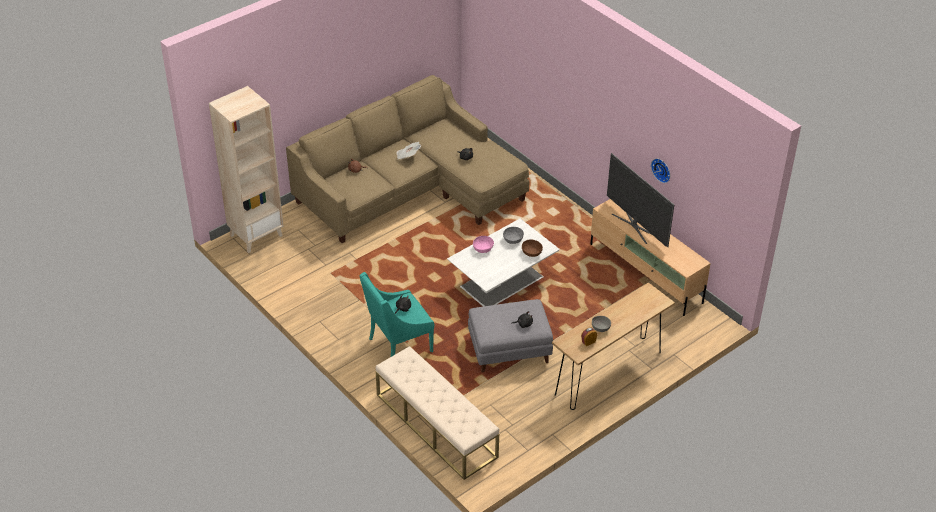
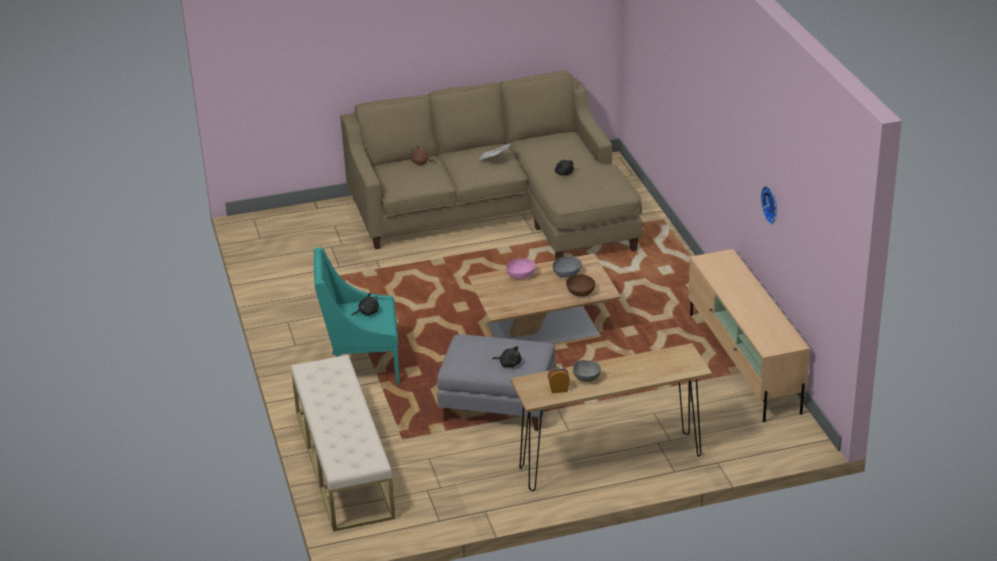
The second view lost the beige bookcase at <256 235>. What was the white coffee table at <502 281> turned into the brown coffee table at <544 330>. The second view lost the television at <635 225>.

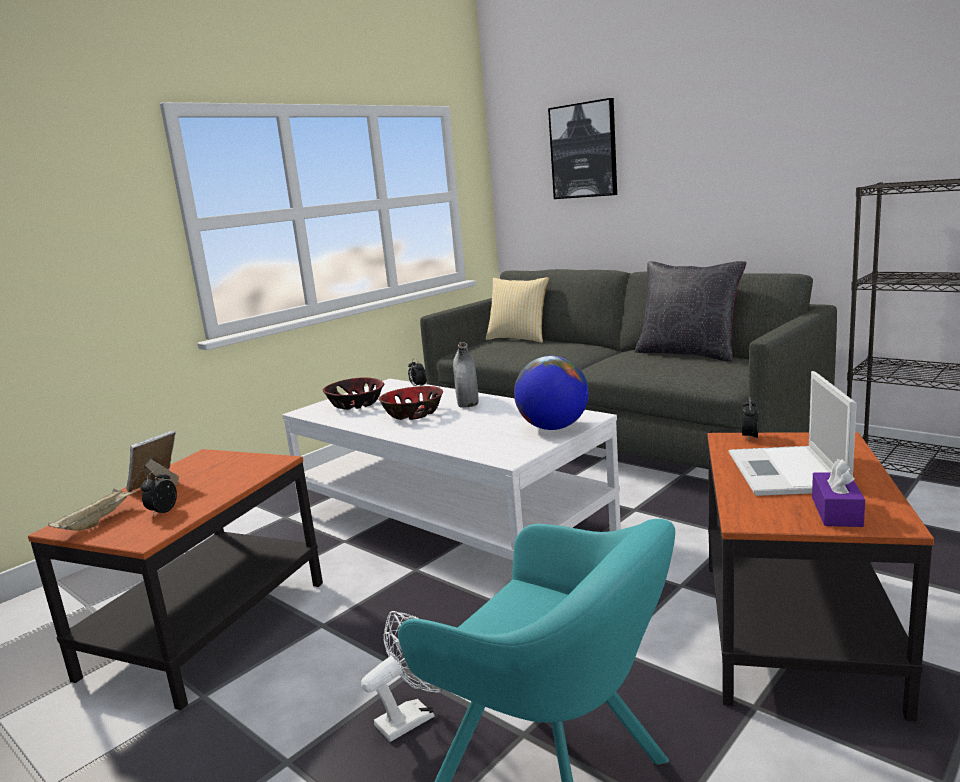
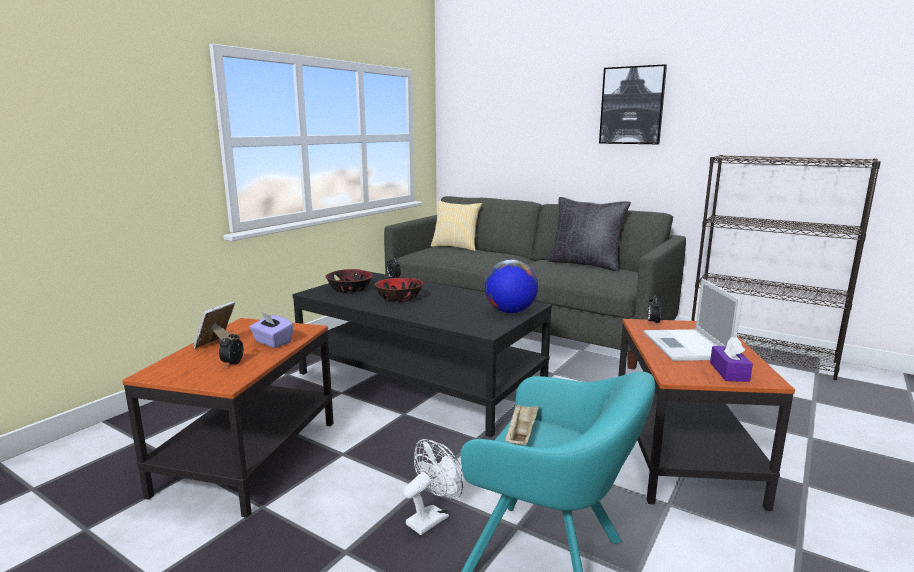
The beige tray ended up elsewhere, having gone from <97 521> to <521 435>. What was the white coffee table at <450 522> turned into the black coffee table at <420 380>. The second view lost the grey vase at <467 401>. The picture ended up elsewhere, having gone from <584 150> to <632 105>. The second view gained the purple tissue box at <272 342>.

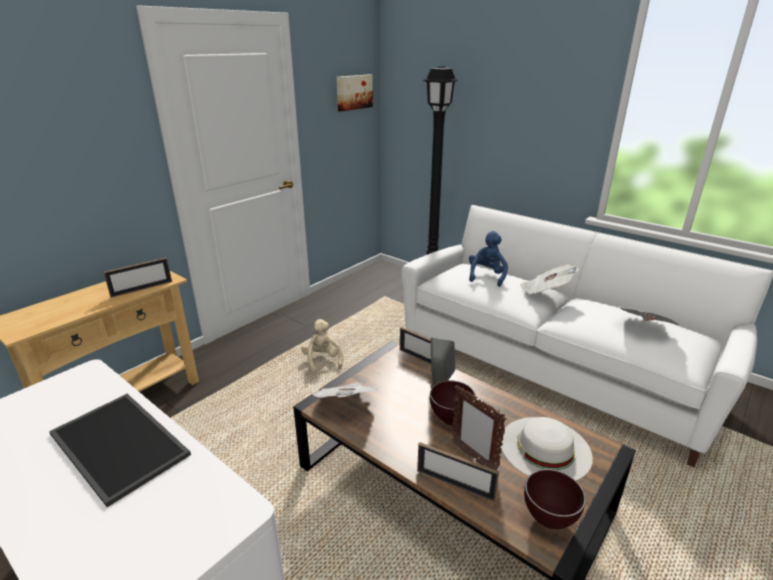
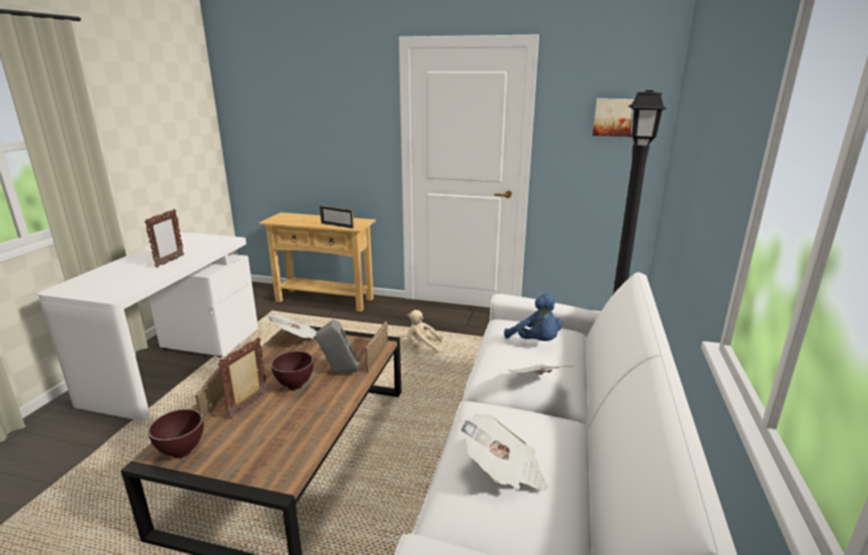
Where the tray stood at <116 445>, the picture frame came to stand at <170 261>. The beige plush toy at <322 361> ended up facing another way, 135 degrees counterclockwise from before. The blue plush toy at <486 276> ended up facing another way, 60 degrees clockwise from before. The second view lost the white hat at <545 448>.

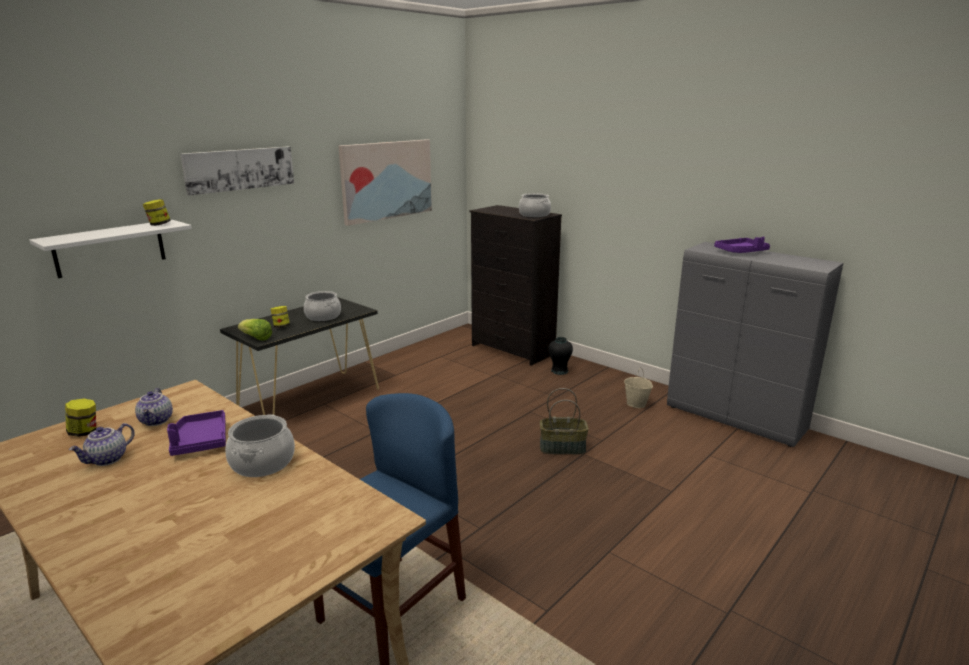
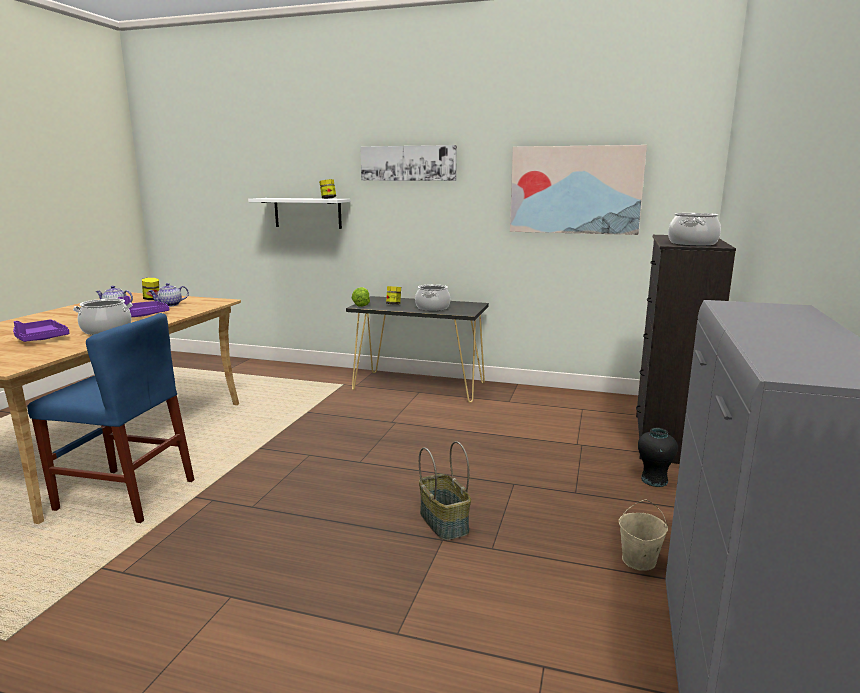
The purple tray ended up elsewhere, having gone from <741 252> to <39 338>.

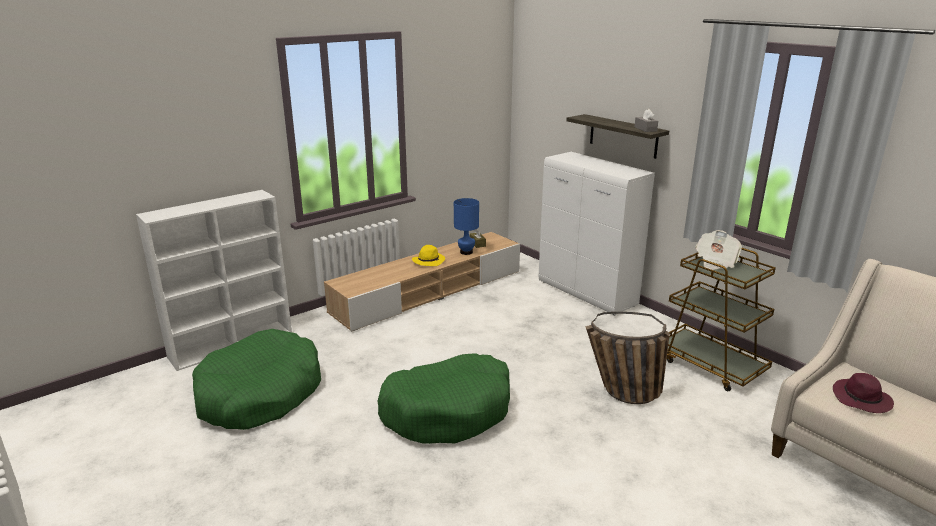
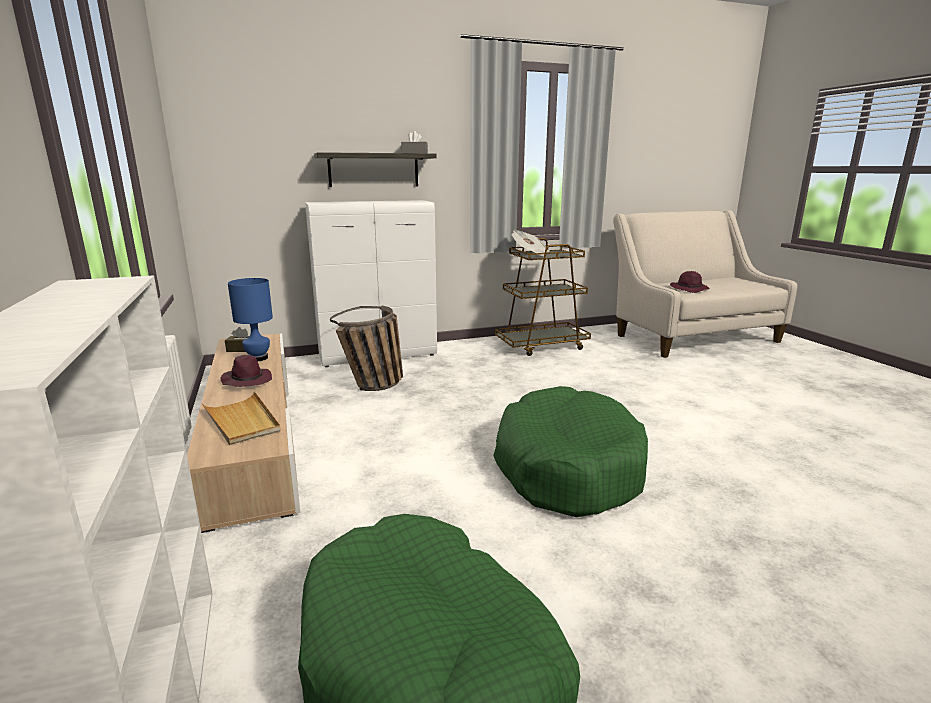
What was the yellow hat at <429 261> turned into the purple hat at <247 381>. The basket ended up elsewhere, having gone from <621 394> to <375 386>. The second view gained the beige tray at <242 421>.

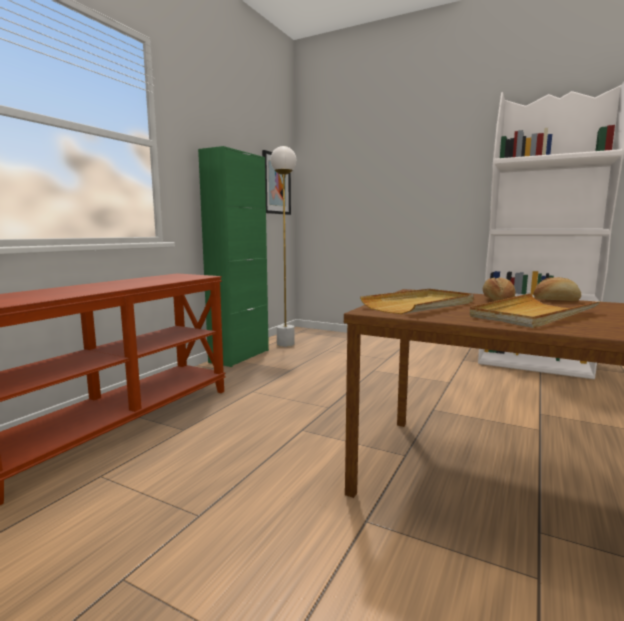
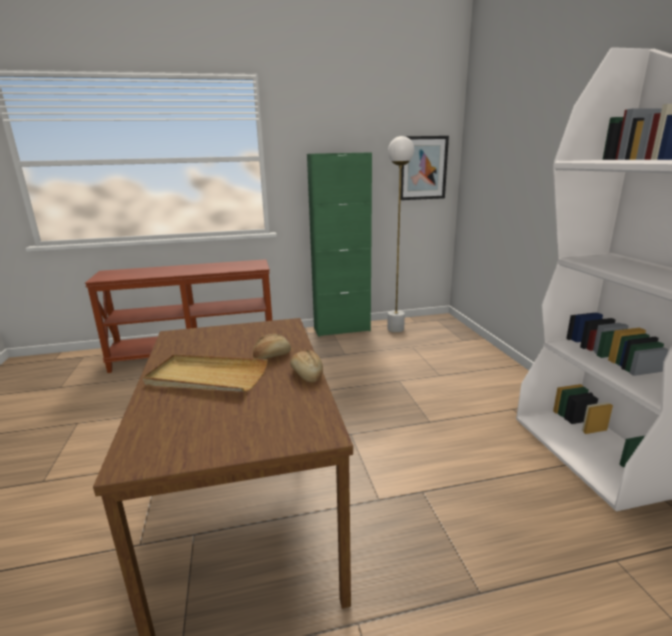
The second view lost the beige tray at <420 305>.

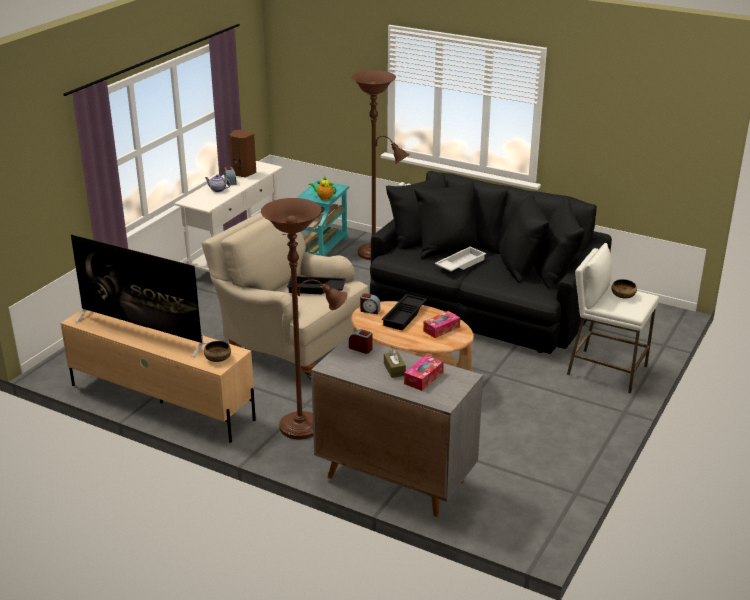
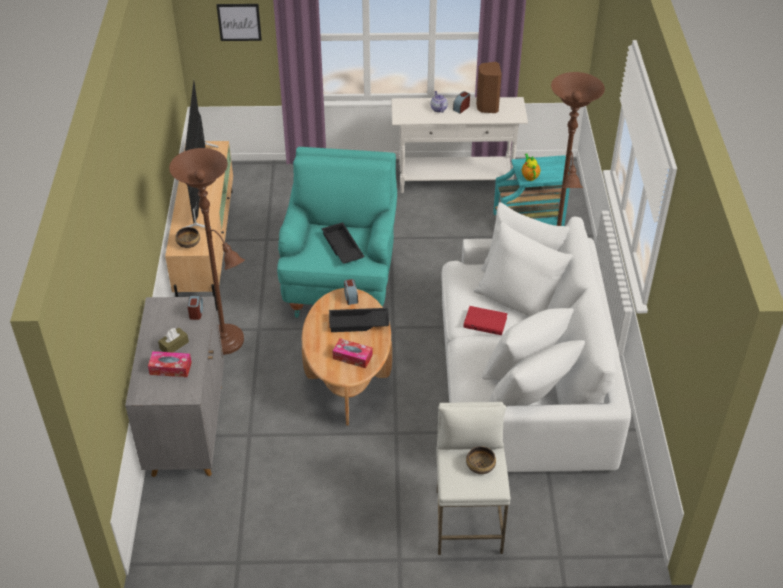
What was the beige armchair at <290 345> turned into the turquoise armchair at <341 279>. What was the black sofa at <485 304> turned into the white sofa at <524 379>. Where the white tray stood at <460 264>, the red book came to stand at <485 322>. The second view gained the picture at <239 22>.

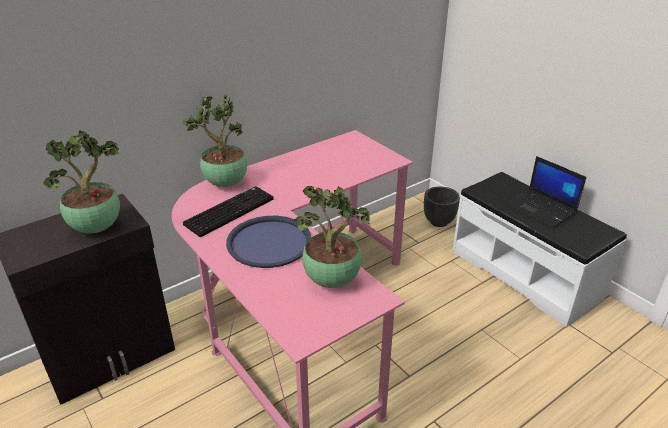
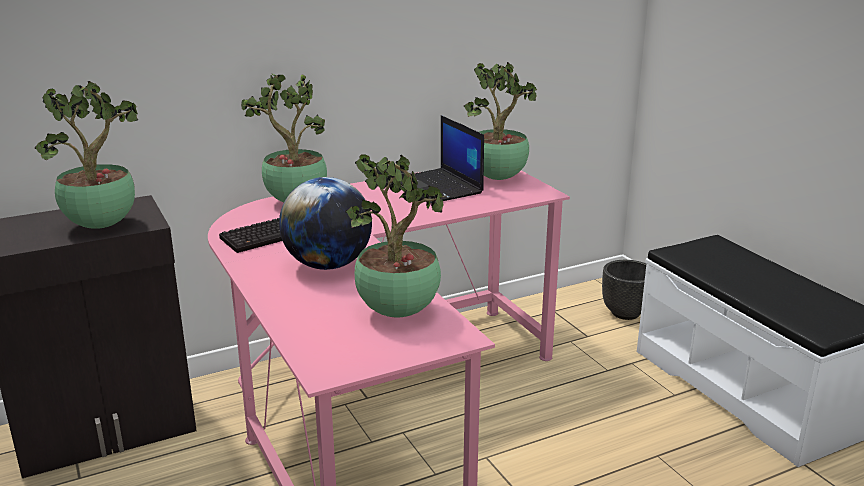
Where the blue tray stood at <269 242>, the globe came to stand at <328 265>. The laptop ended up elsewhere, having gone from <542 208> to <439 187>. The second view gained the potted plant at <499 178>.

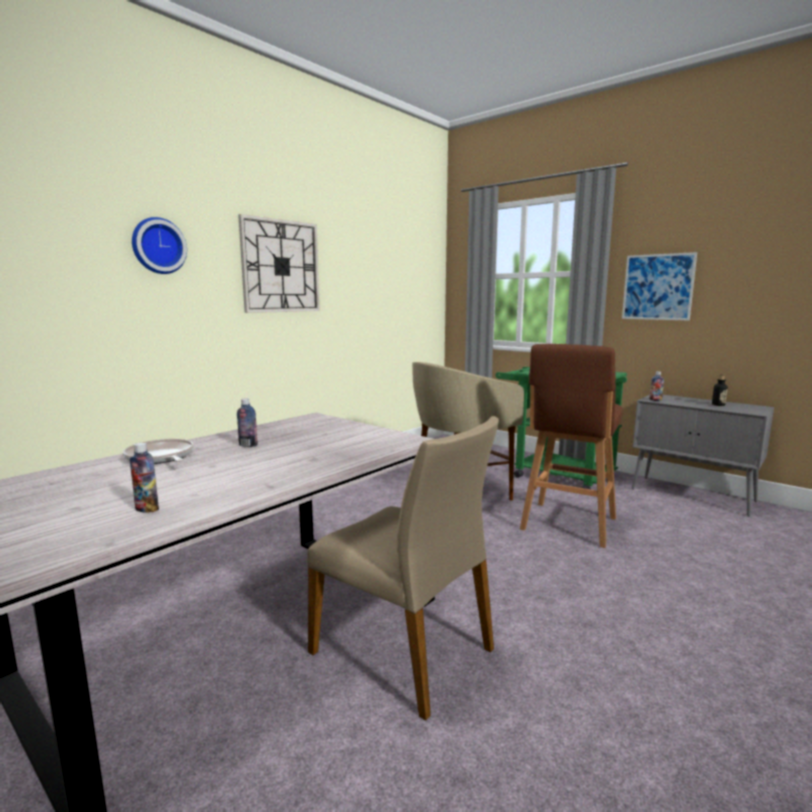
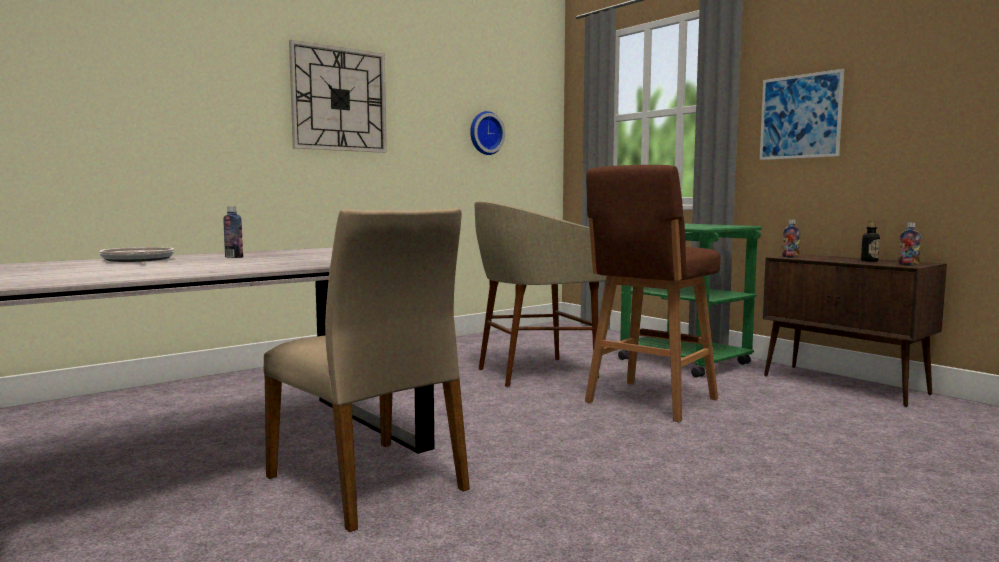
The bottle ended up elsewhere, having gone from <147 509> to <908 265>. The wall clock ended up elsewhere, having gone from <158 246> to <485 133>. What was the grey cabinet at <693 495> turned into the brown cabinet at <845 385>.

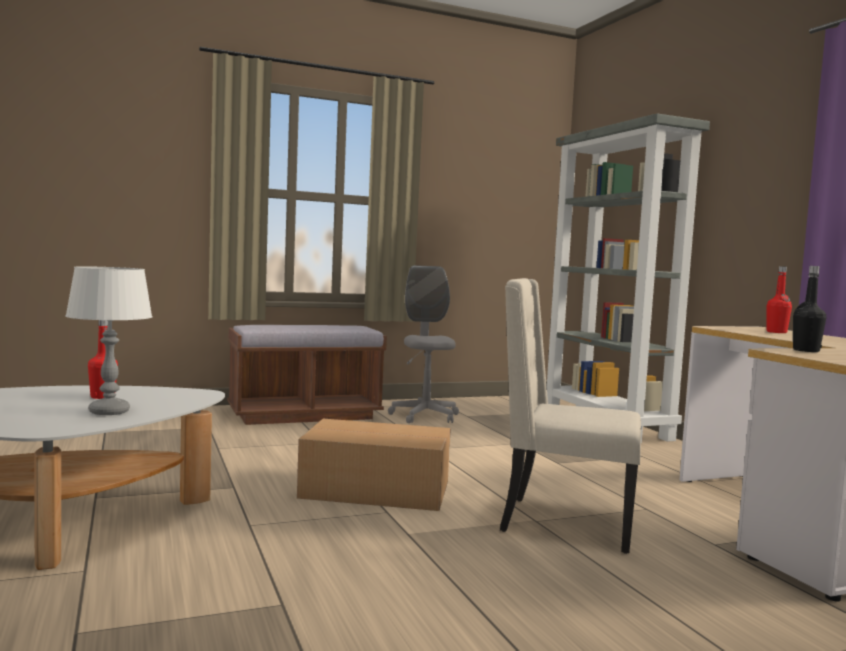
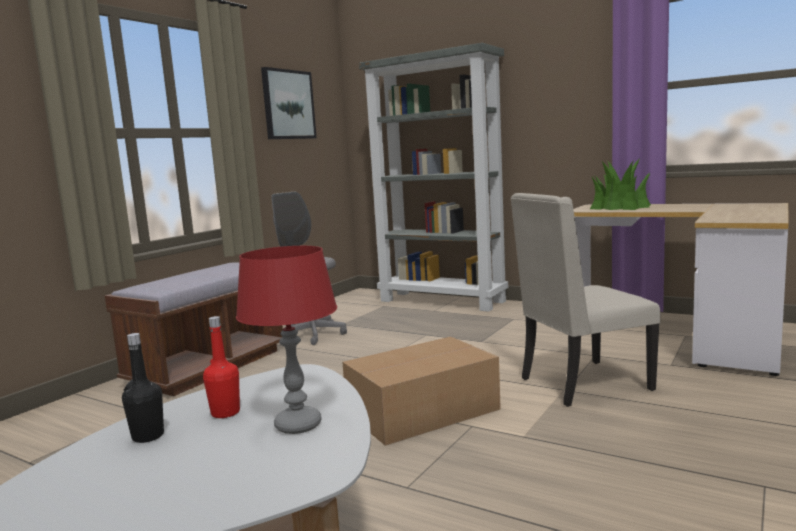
What was the white table lamp at <109 411> turned into the red table lamp at <297 425>. Where the red bottle stood at <776 332>, the potted plant came to stand at <620 207>. The black bottle ended up elsewhere, having gone from <806 350> to <148 436>. The second view gained the picture at <288 104>.

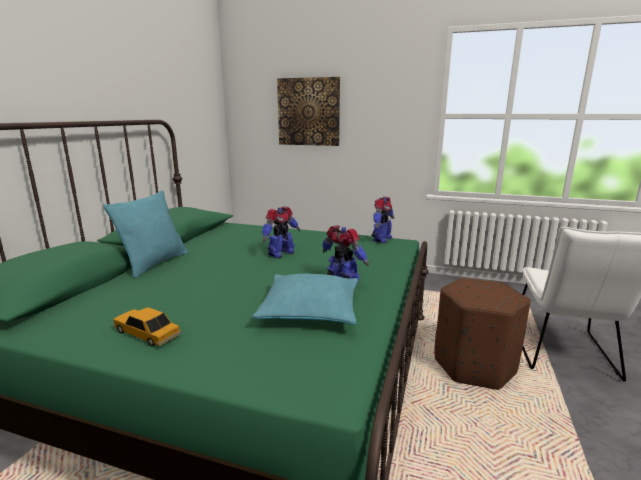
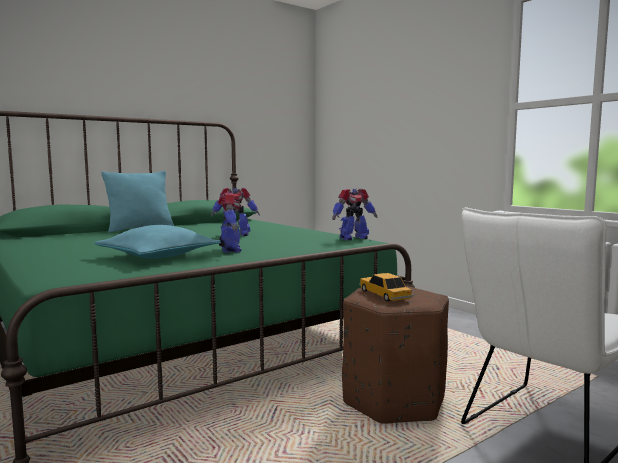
The toy car ended up elsewhere, having gone from <147 334> to <384 295>. The second view lost the picture at <308 112>.

